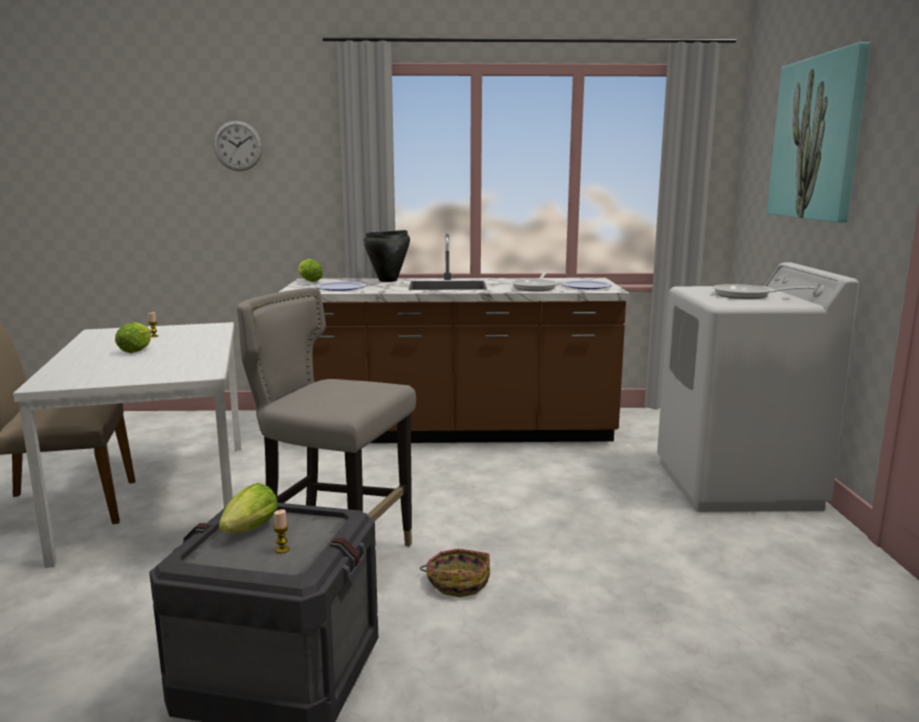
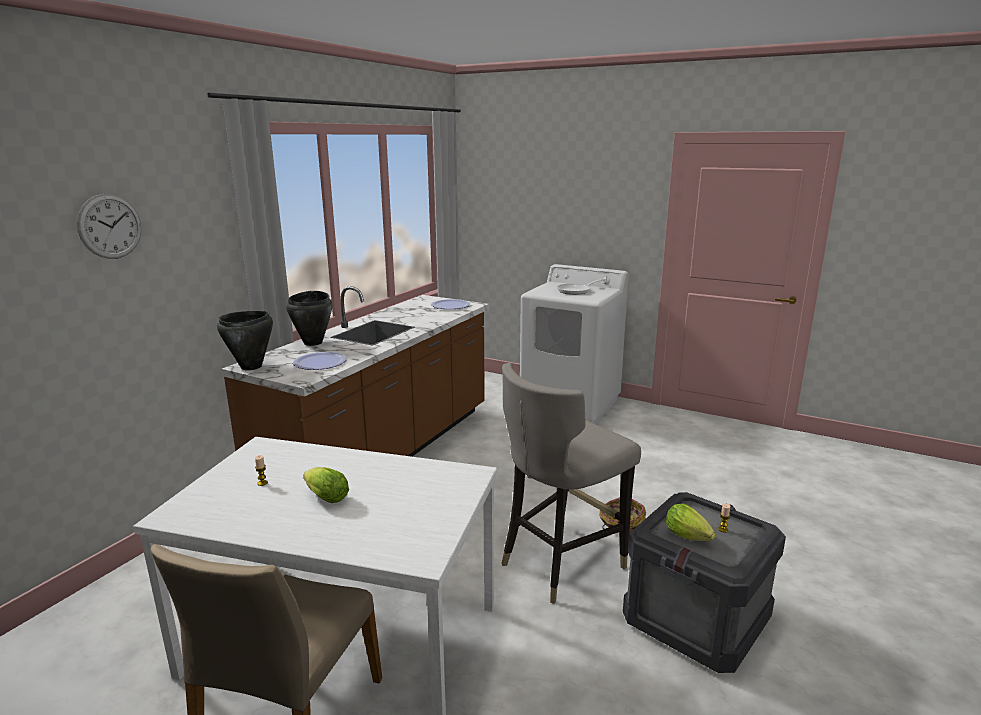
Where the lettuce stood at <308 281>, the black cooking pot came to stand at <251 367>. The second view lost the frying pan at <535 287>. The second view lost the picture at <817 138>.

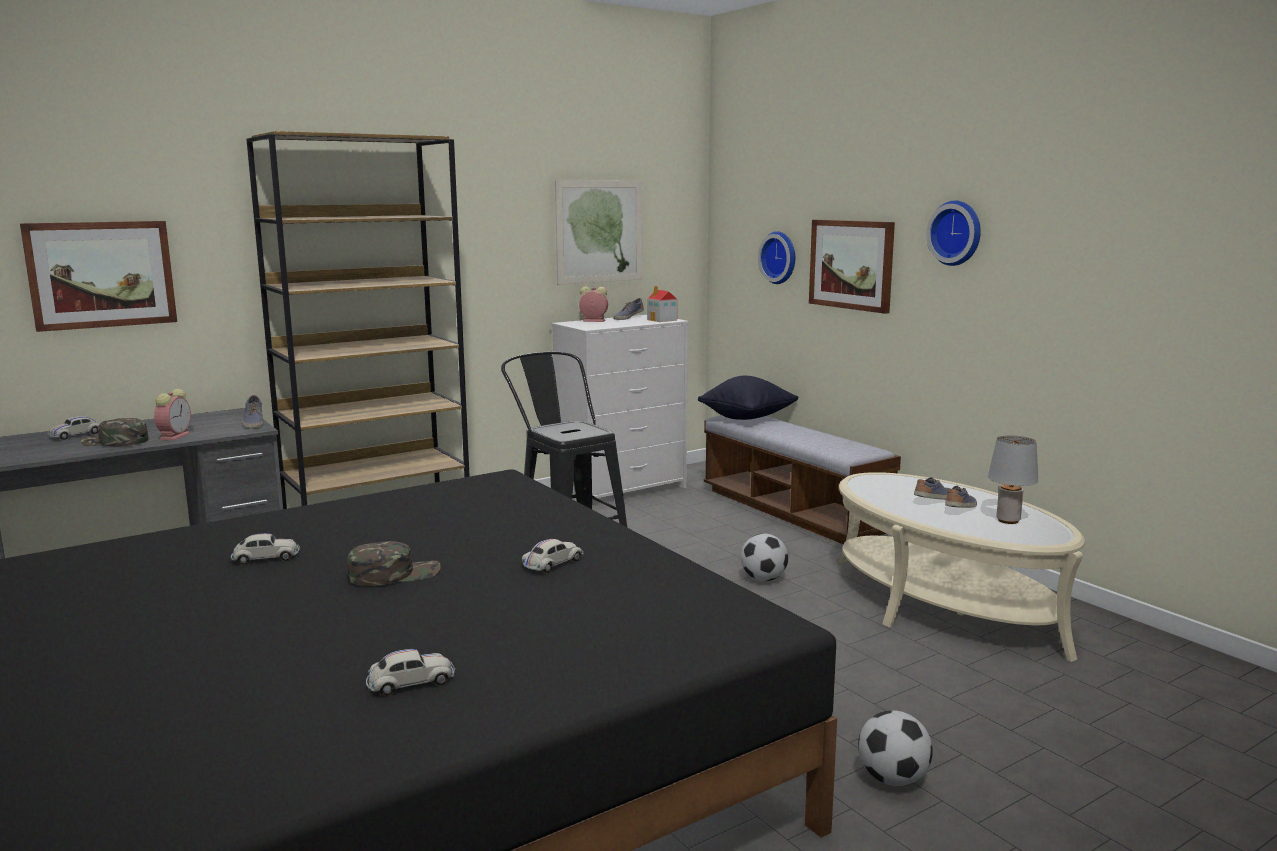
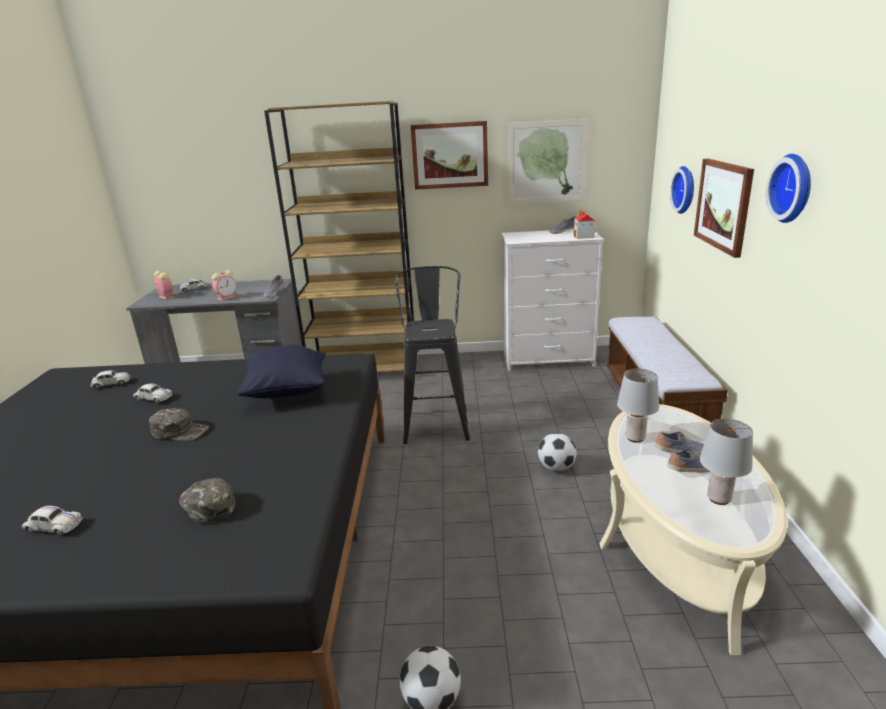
The picture ended up elsewhere, having gone from <101 274> to <450 155>. The green cap ended up elsewhere, having gone from <115 442> to <206 504>. The white toy car ended up elsewhere, having gone from <553 563> to <111 384>. The alarm clock ended up elsewhere, having gone from <592 321> to <165 297>. The black pillow ended up elsewhere, having gone from <747 418> to <287 393>. The second view gained the grey table lamp at <634 438>.

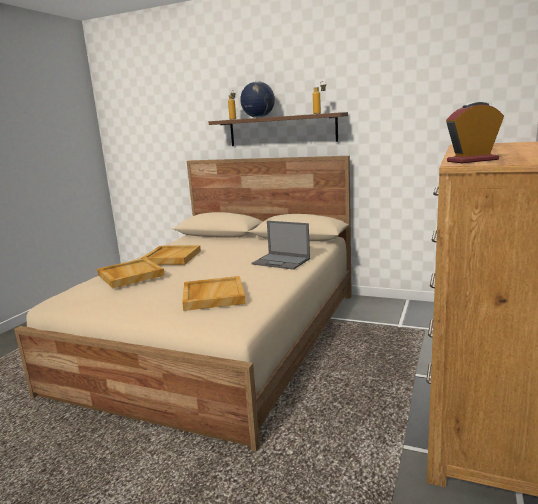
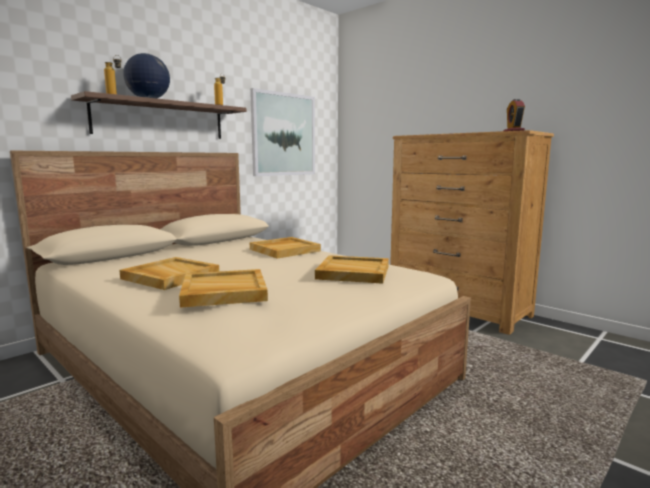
Where the laptop stood at <281 261>, the beige tray came to stand at <285 250>. The second view gained the picture at <283 134>.

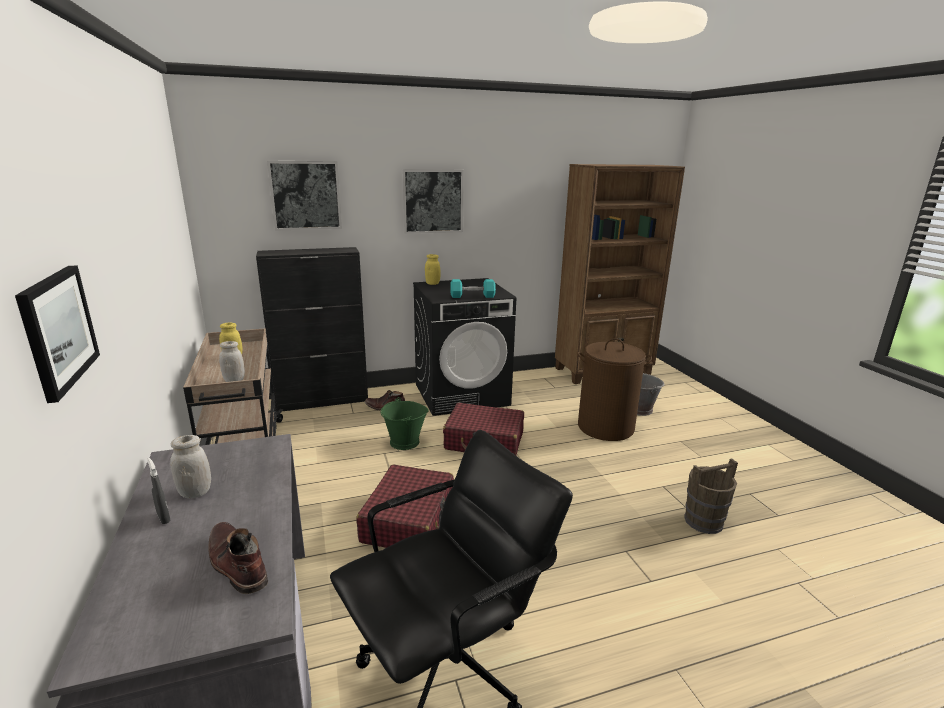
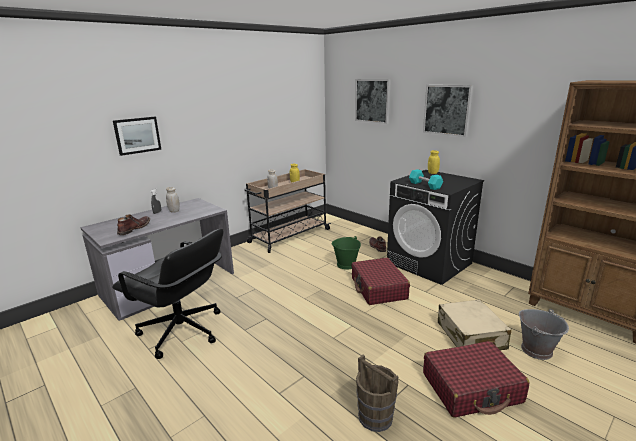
The second view lost the black cabinet at <323 400>. The red suitcase ended up elsewhere, having gone from <409 520> to <471 388>. Where the brown laundry basket stood at <605 427>, the beige suitcase came to stand at <470 336>.

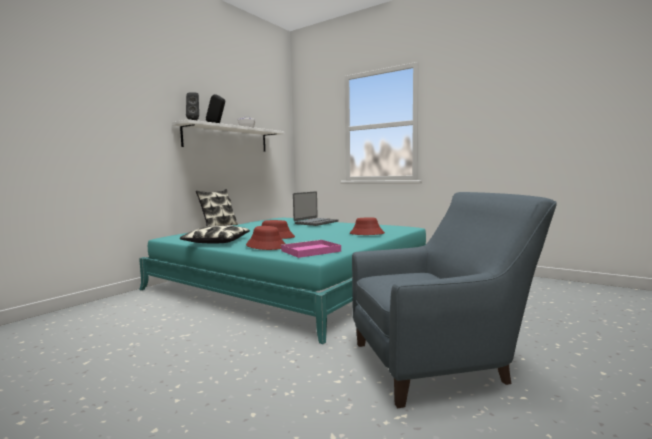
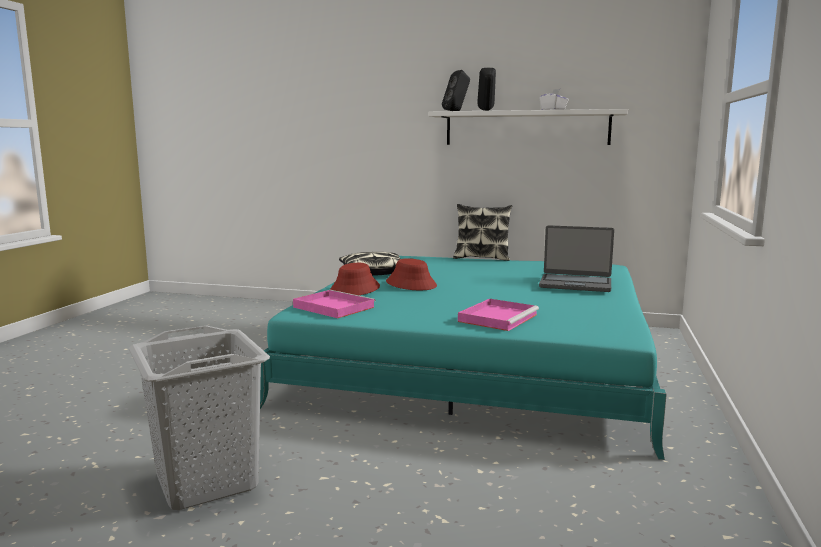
Where the red hat stood at <366 234>, the pink tray came to stand at <498 317>. Where the blue armchair stood at <442 363>, the grey laundry basket came to stand at <206 482>.

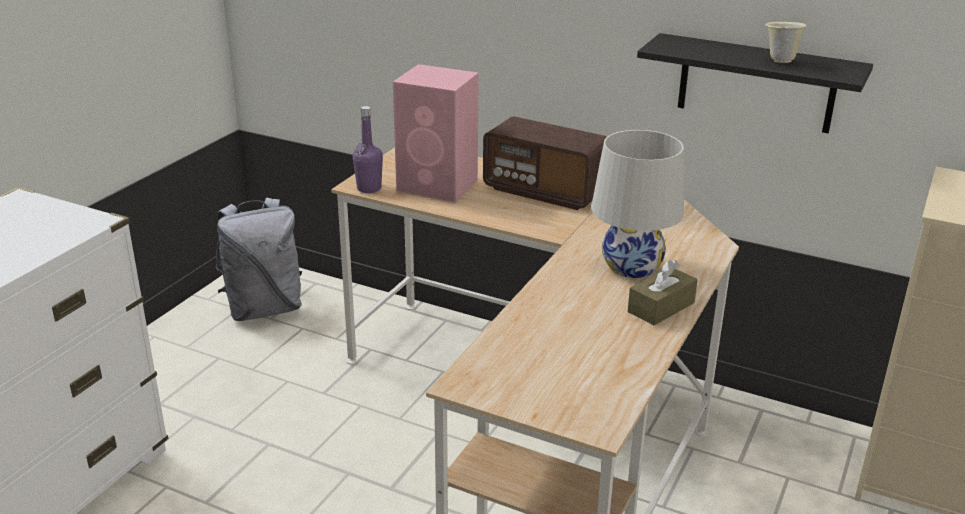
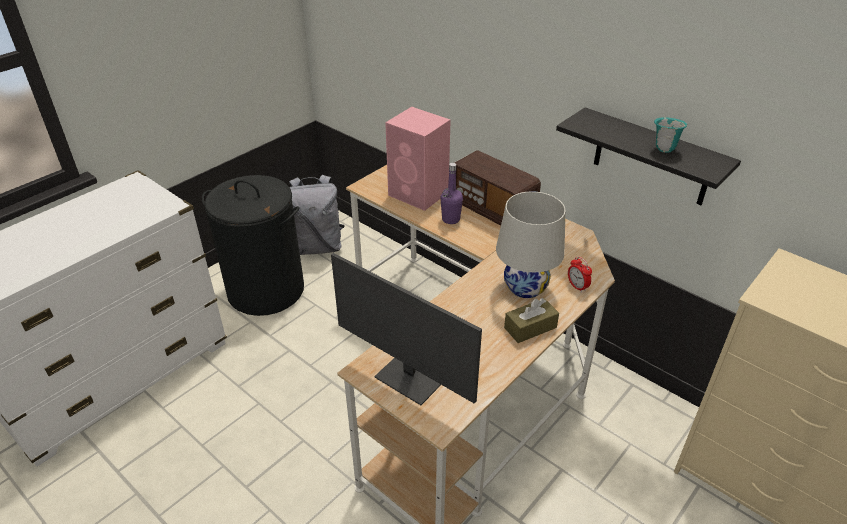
The purple bottle ended up elsewhere, having gone from <369 188> to <451 219>. What was the beige mug at <780 60> turned into the turquoise mug at <664 149>. The second view gained the black laundry basket at <266 290>. The second view gained the monitor at <411 378>. The second view gained the alarm clock at <577 287>.

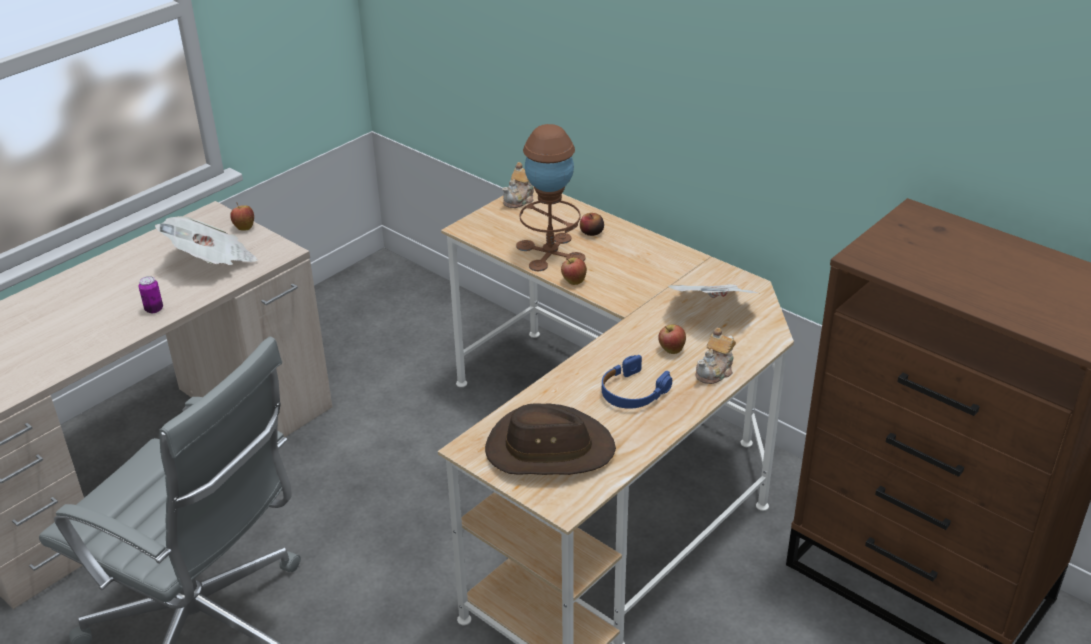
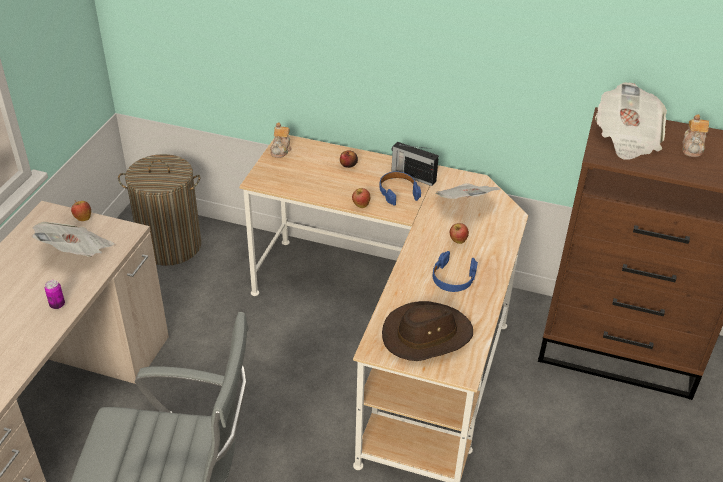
The second view lost the brown table lamp at <550 252>. The teapot ended up elsewhere, having gone from <715 371> to <692 147>. The second view gained the laundry basket at <170 246>. The second view gained the blue headphones at <398 192>. The second view gained the radio at <412 176>. The second view gained the newspaper at <627 139>.

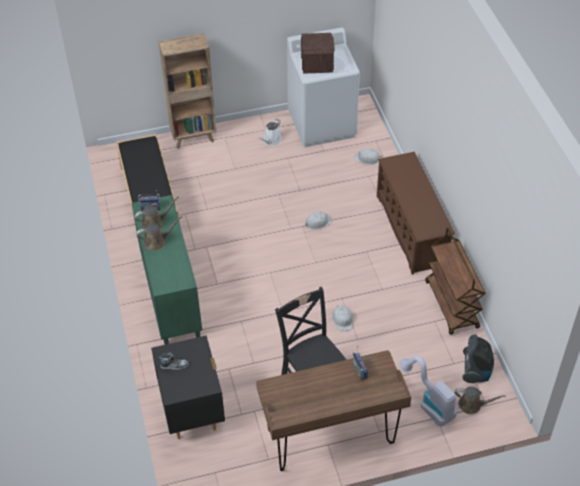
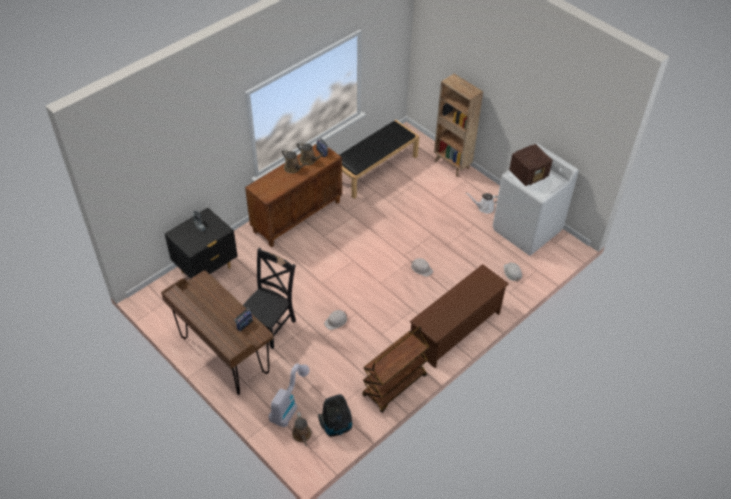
What was the green cabinet at <170 295> turned into the brown cabinet at <297 216>.

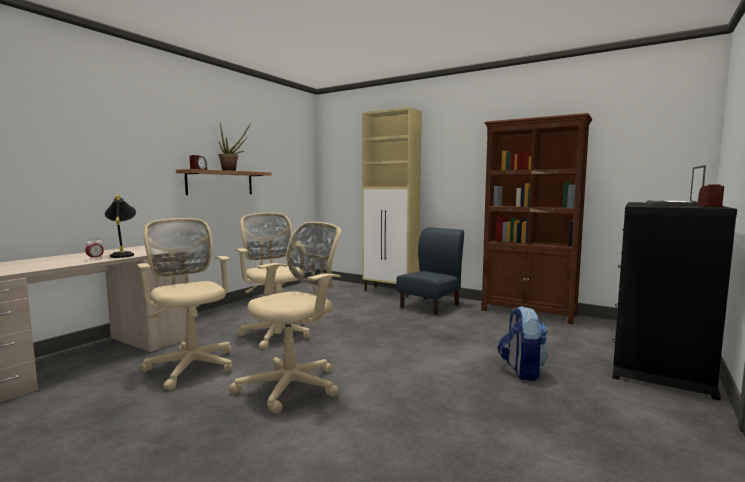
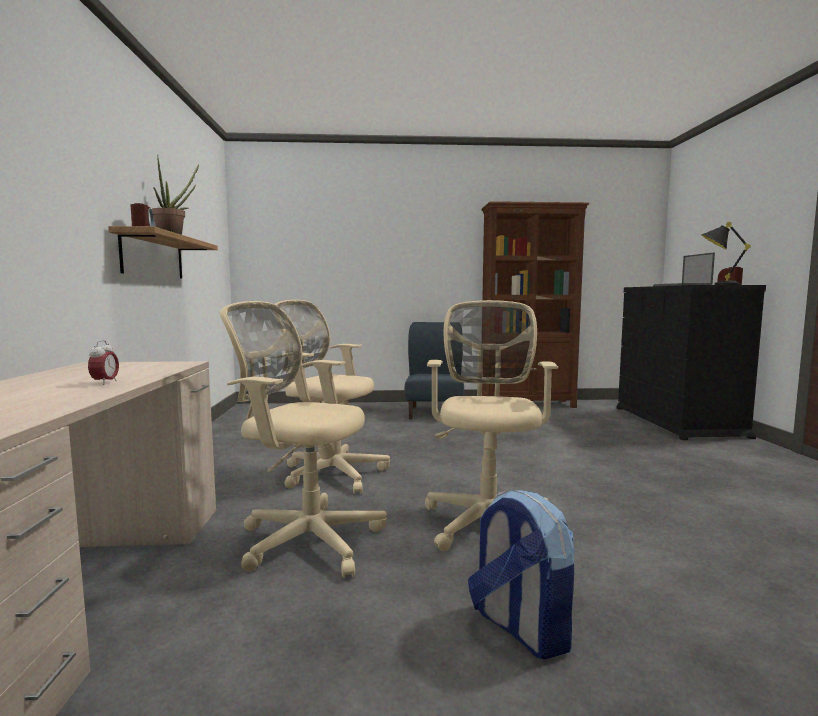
The black table lamp ended up elsewhere, having gone from <123 255> to <717 285>. The second view lost the beige cabinet at <391 292>. The backpack ended up elsewhere, having gone from <521 371> to <519 628>.

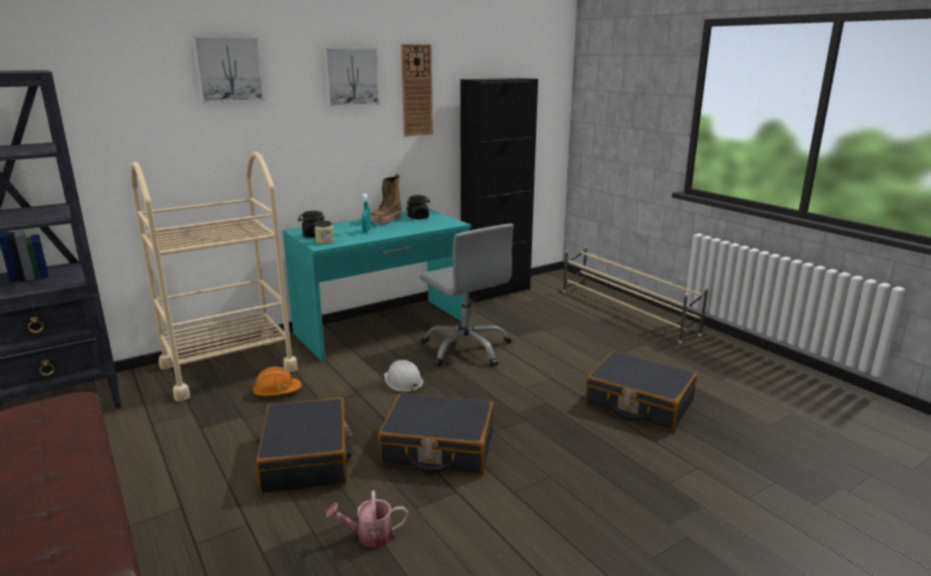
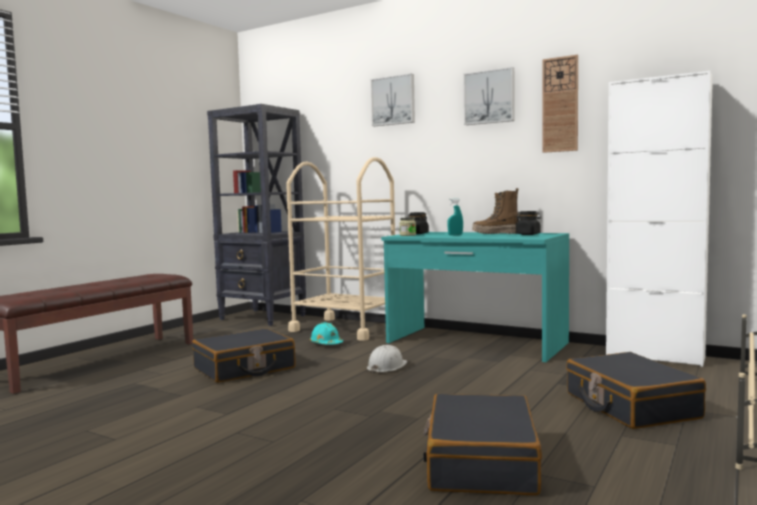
What was the orange hard hat at <276 391> turned into the turquoise hard hat at <326 344>. The second view lost the watering can at <369 536>. The black suitcase ended up elsewhere, having gone from <438 448> to <630 406>. The second view lost the grey office chair at <466 348>. What was the black cabinet at <495 291> turned into the white cabinet at <655 356>.

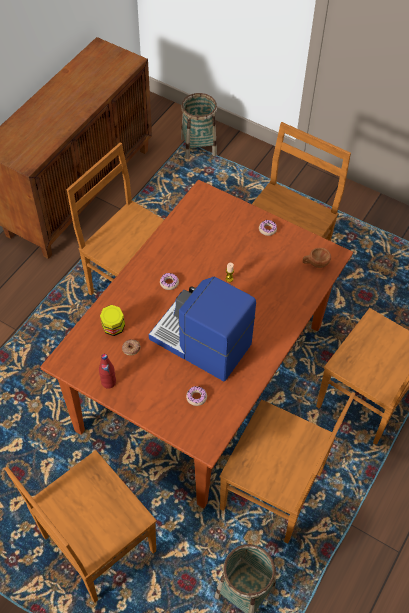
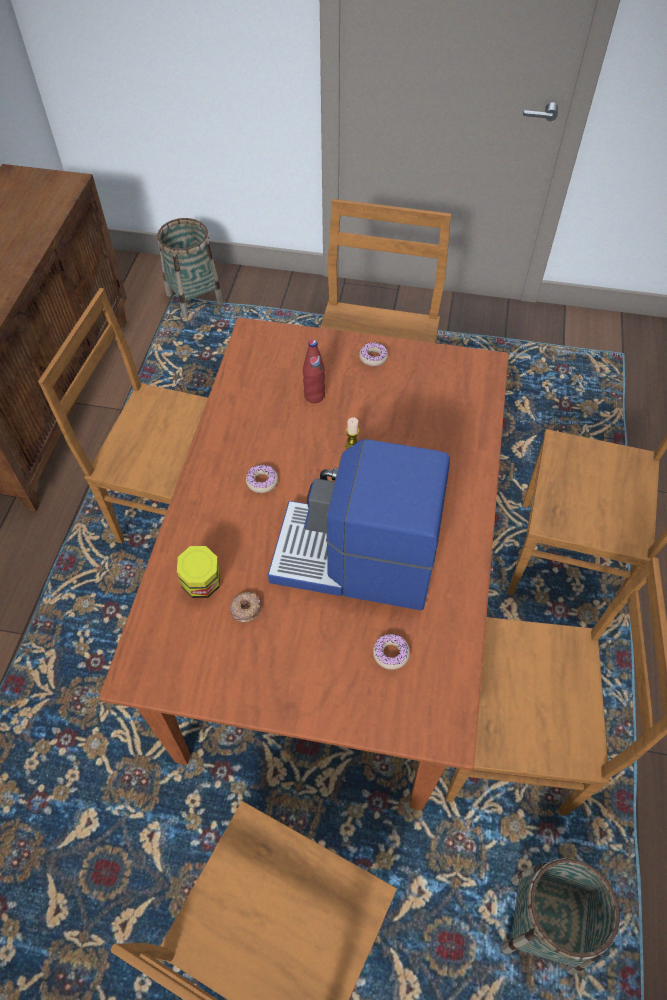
The red bottle ended up elsewhere, having gone from <108 382> to <314 396>. The second view lost the brown cup at <315 263>.

